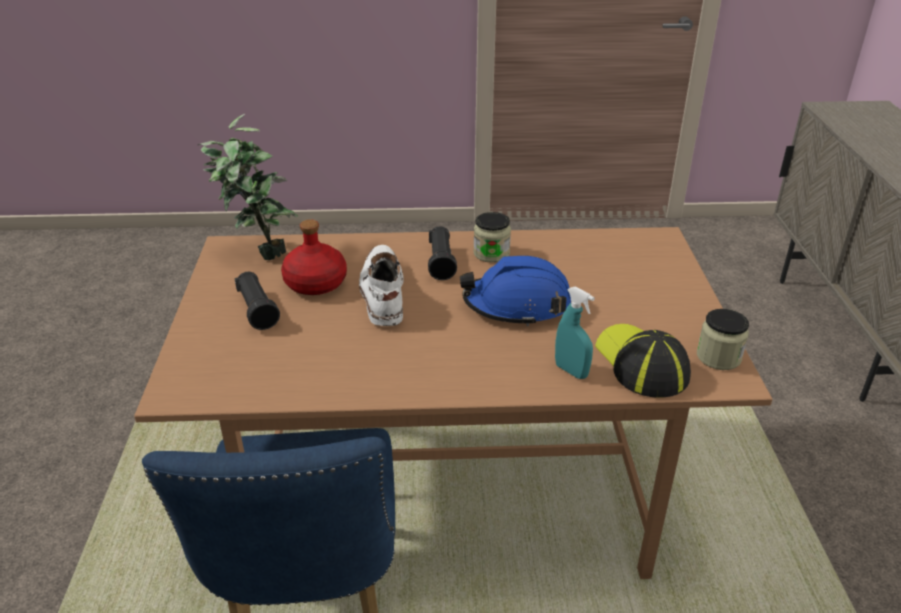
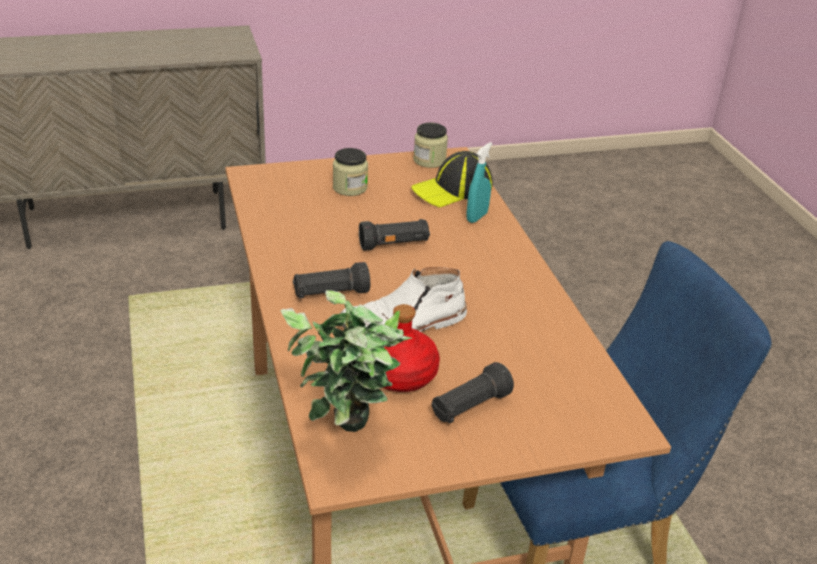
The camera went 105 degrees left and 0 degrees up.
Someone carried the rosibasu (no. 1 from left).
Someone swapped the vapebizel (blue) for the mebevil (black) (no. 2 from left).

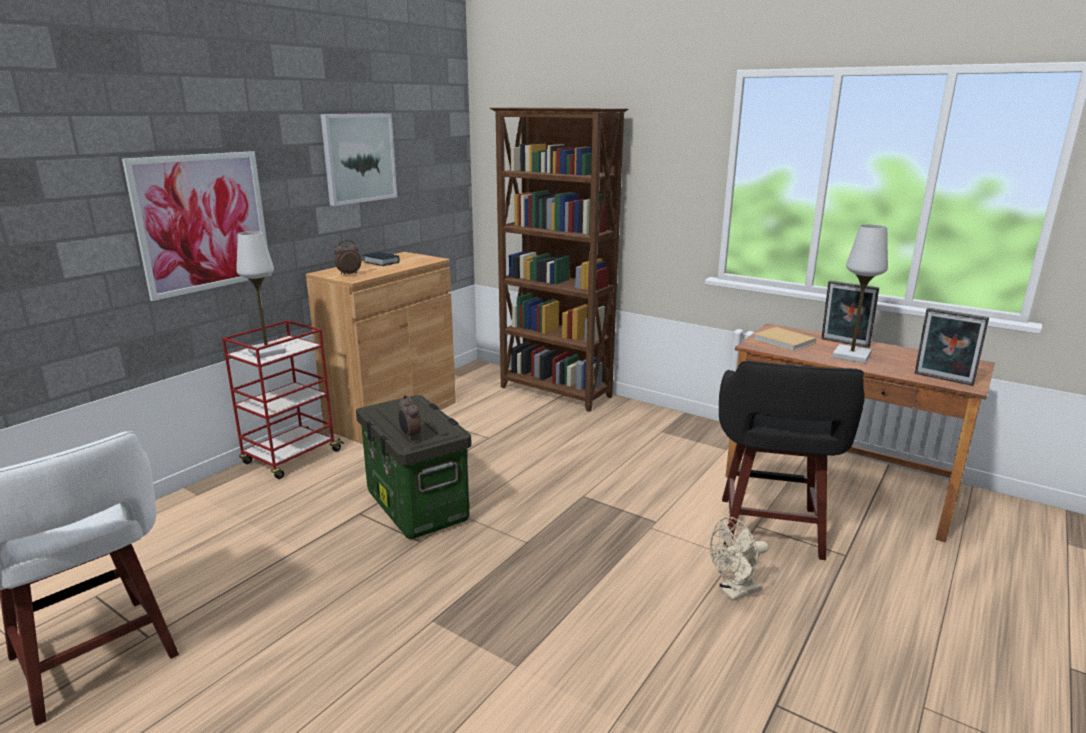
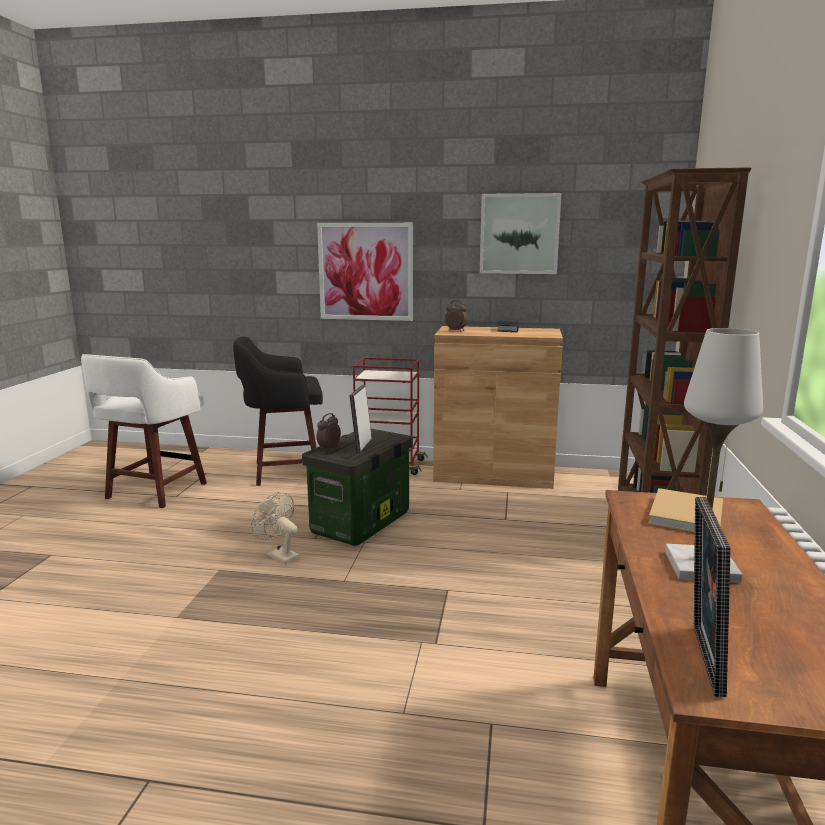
The camera went 65 degrees right and 5 degrees down.
Someone took away the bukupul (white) (no. 1 from left).
Someone carried the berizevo (no. 1 from left).
Someone carried the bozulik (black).
Someone carried the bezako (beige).

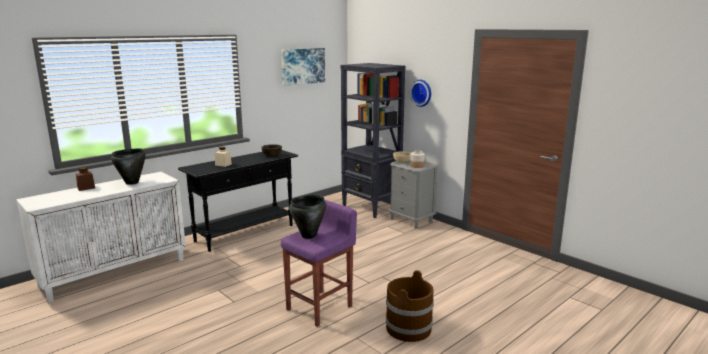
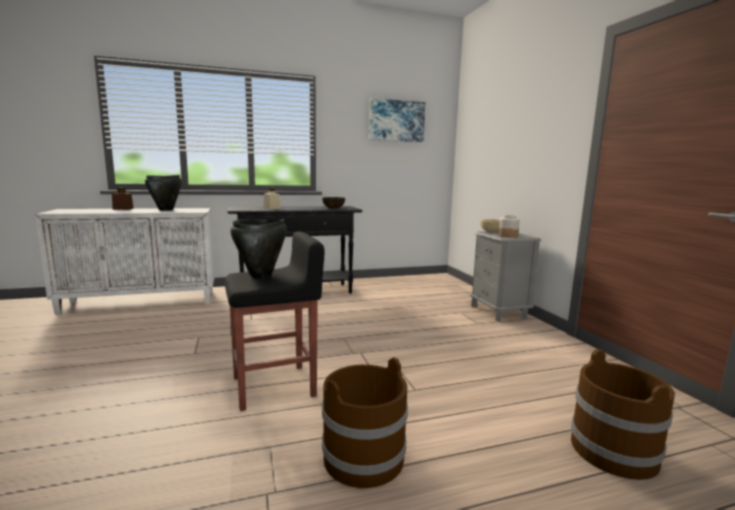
The camera went 25 degrees right and 5 degrees down.
Someone took away the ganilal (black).
Someone took away the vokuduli.
Someone repainted the bozulik (purple), which became the bozulik (black).
Someone put down the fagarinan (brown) (no. 2 from left).

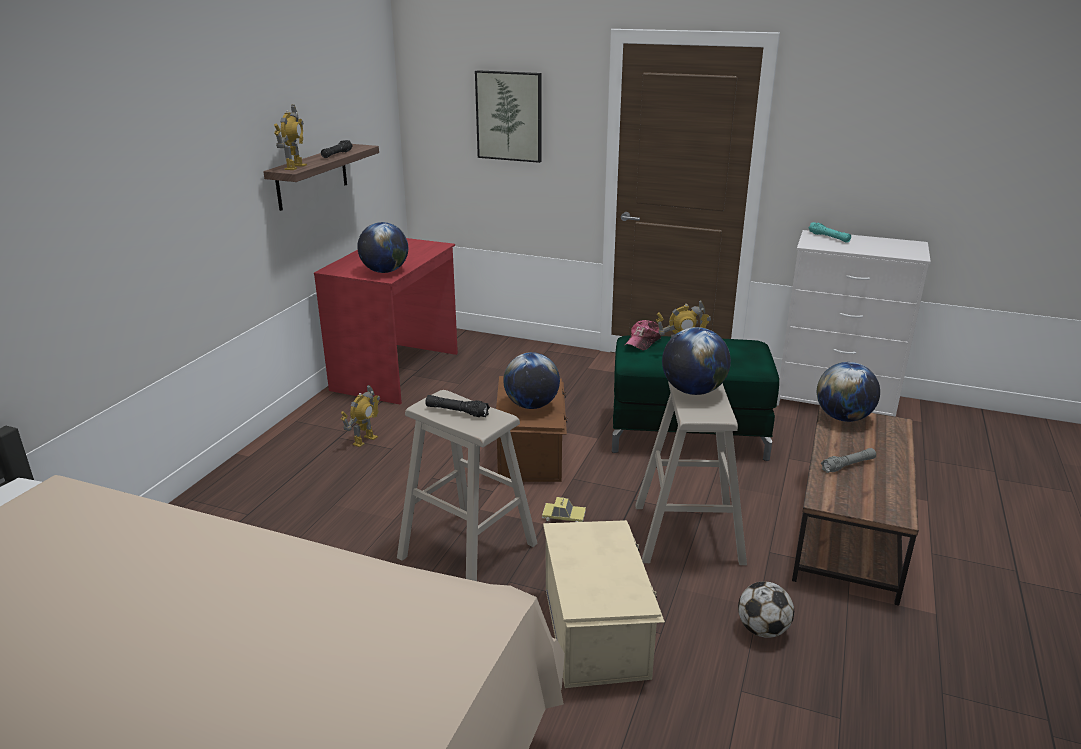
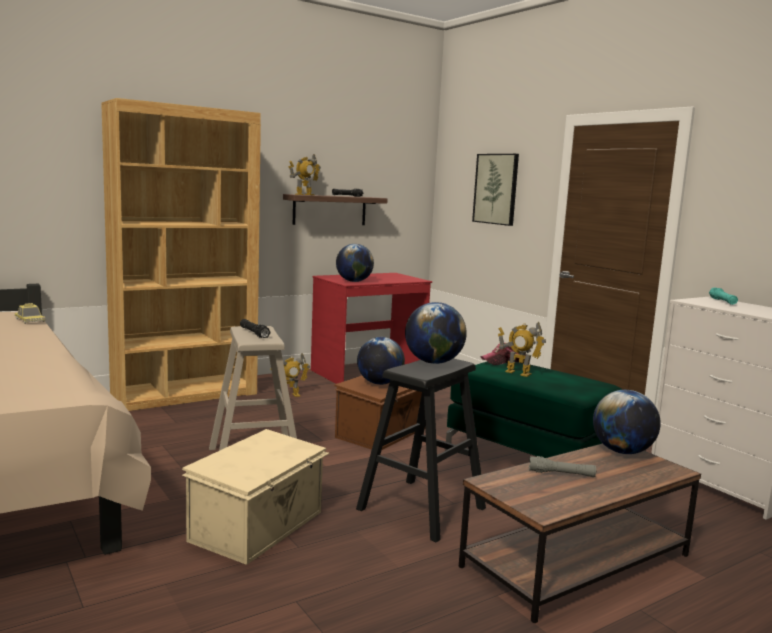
The camera went 35 degrees right and 15 degrees down.
Someone repainted the bozulik (beige) (no. 2 from left), which became the bozulik (black).
Someone carried the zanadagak.
Someone took away the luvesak.
Someone put down the ganilal (brown).

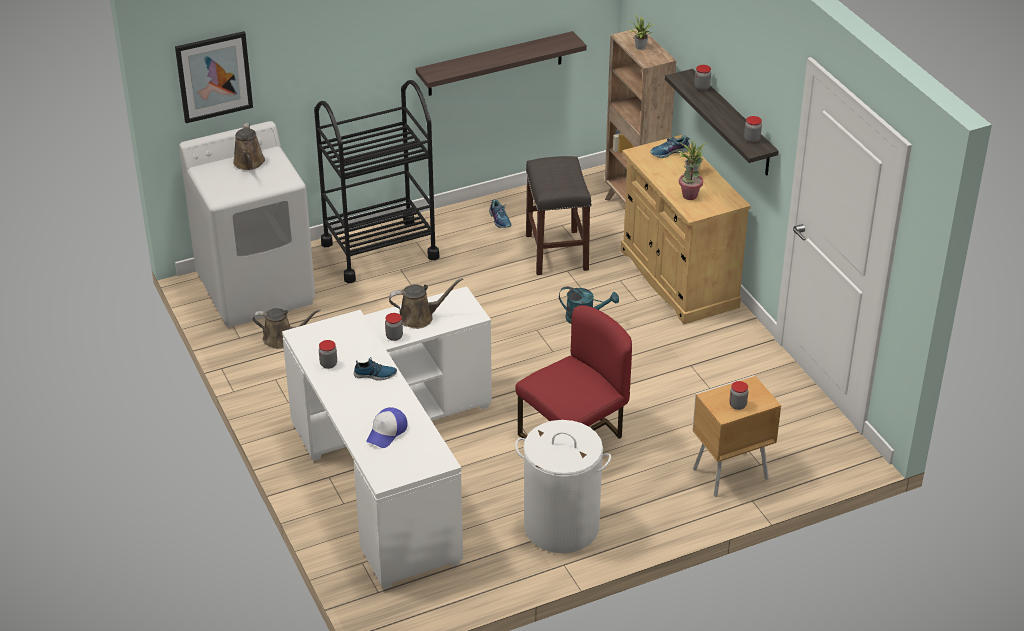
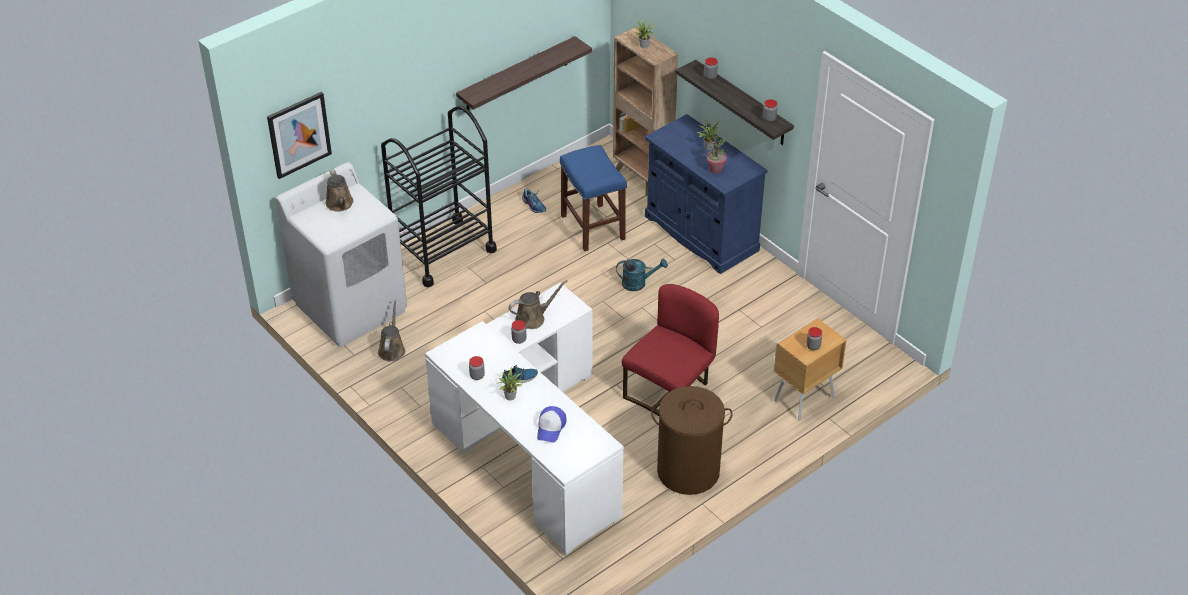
The camera went 15 degrees left and 5 degrees up.
Someone repainted the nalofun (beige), which became the nalofun (blue).
Someone took away the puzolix (no. 3 from left).
Someone repainted the bozulik (grey), which became the bozulik (blue).
Someone rotated the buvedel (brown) (no. 2 from left) by 75 degrees counterclockwise.
Someone repainted the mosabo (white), which became the mosabo (brown).
Someone put down the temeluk (no. 1 from left).

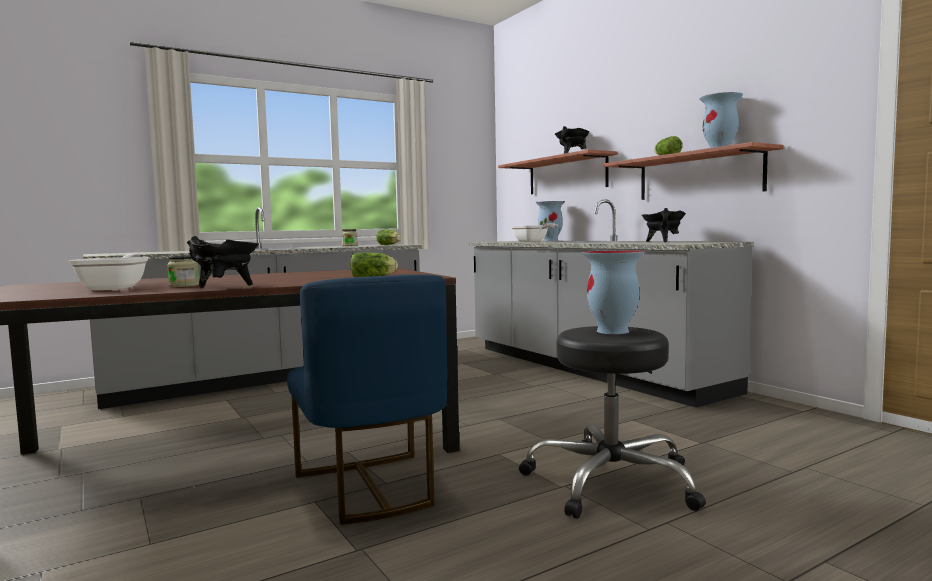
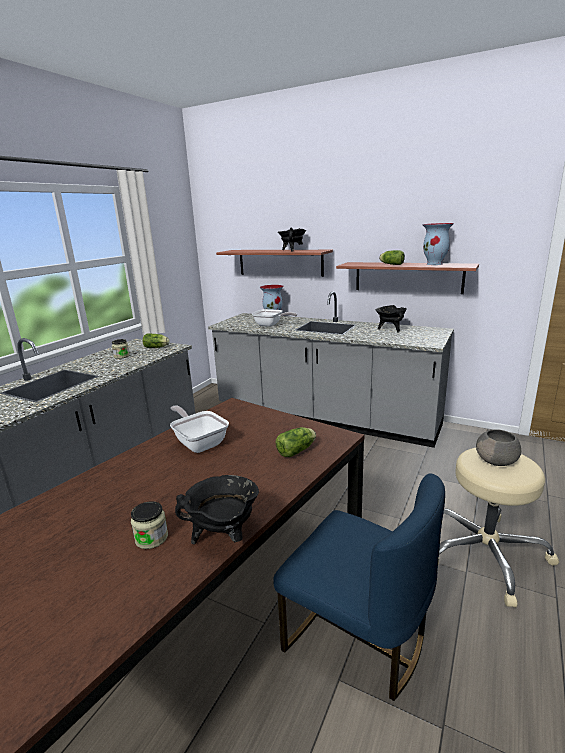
The camera went 30 degrees left and 15 degrees up.
Someone swapped the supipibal (no. 2 from left) for the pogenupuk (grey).
Someone carried the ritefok (no. 1 from left).
Someone repainted the bozulik (black), which became the bozulik (beige).

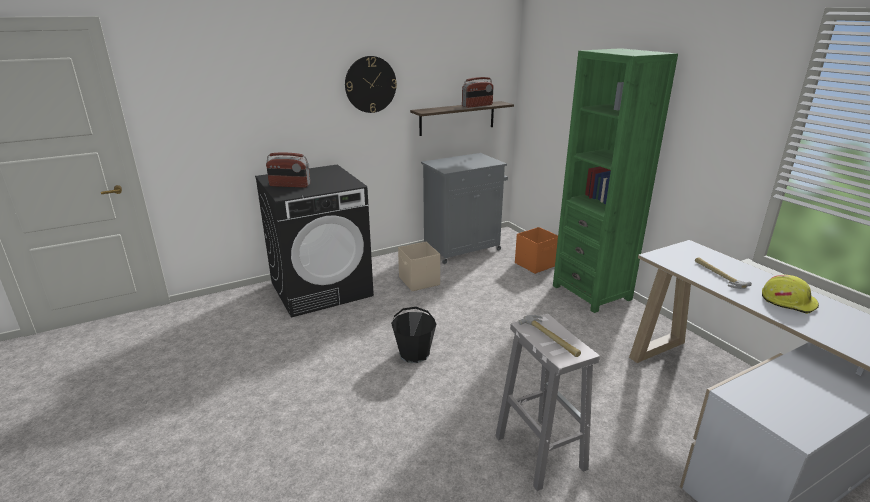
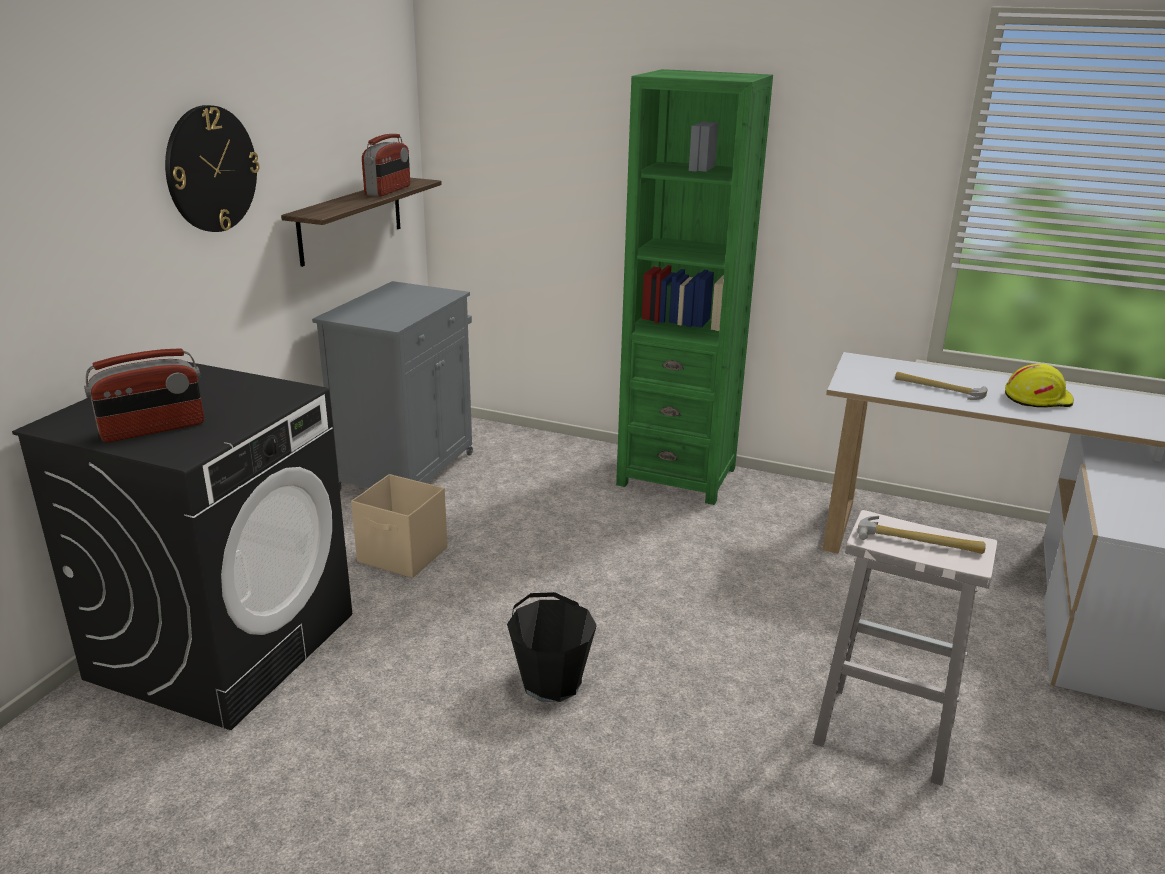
The camera went 40 degrees left and 0 degrees up.
Someone took away the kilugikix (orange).

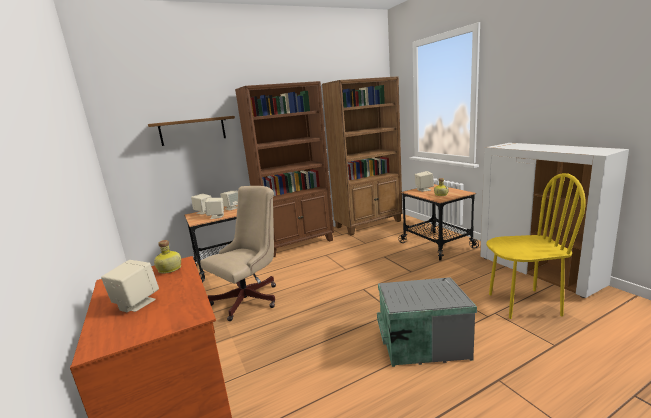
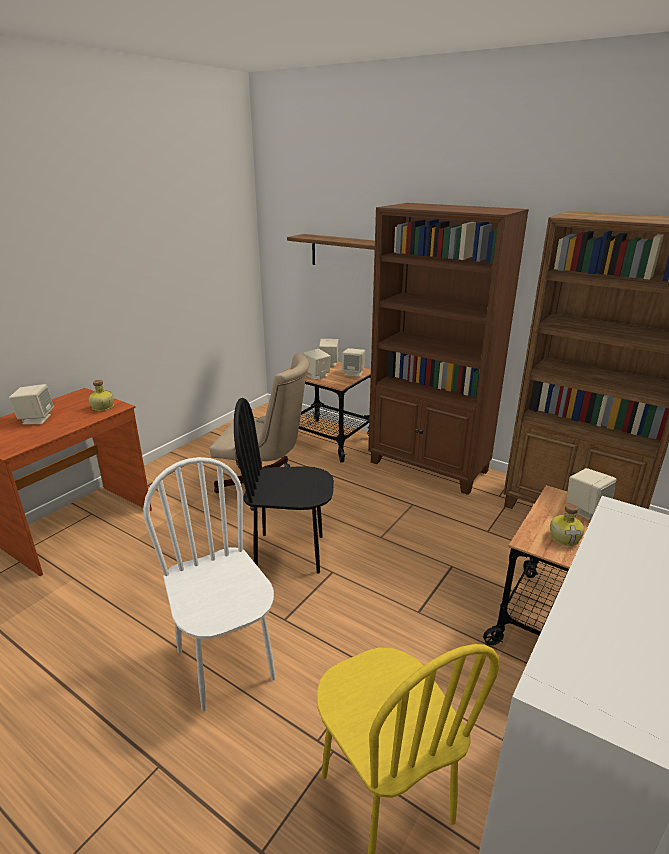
The camera went 60 degrees right and 10 degrees up.
Someone swapped the kilugikix (grey) for the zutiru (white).
Someone put down the zutiru (black).

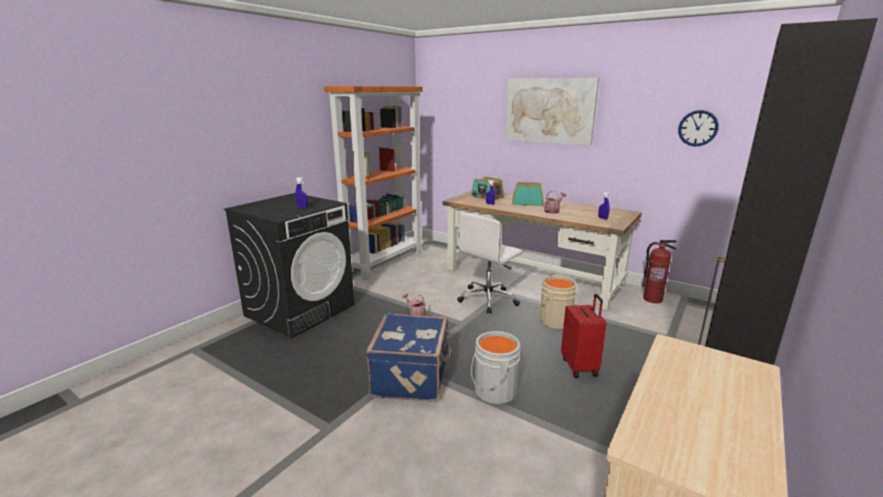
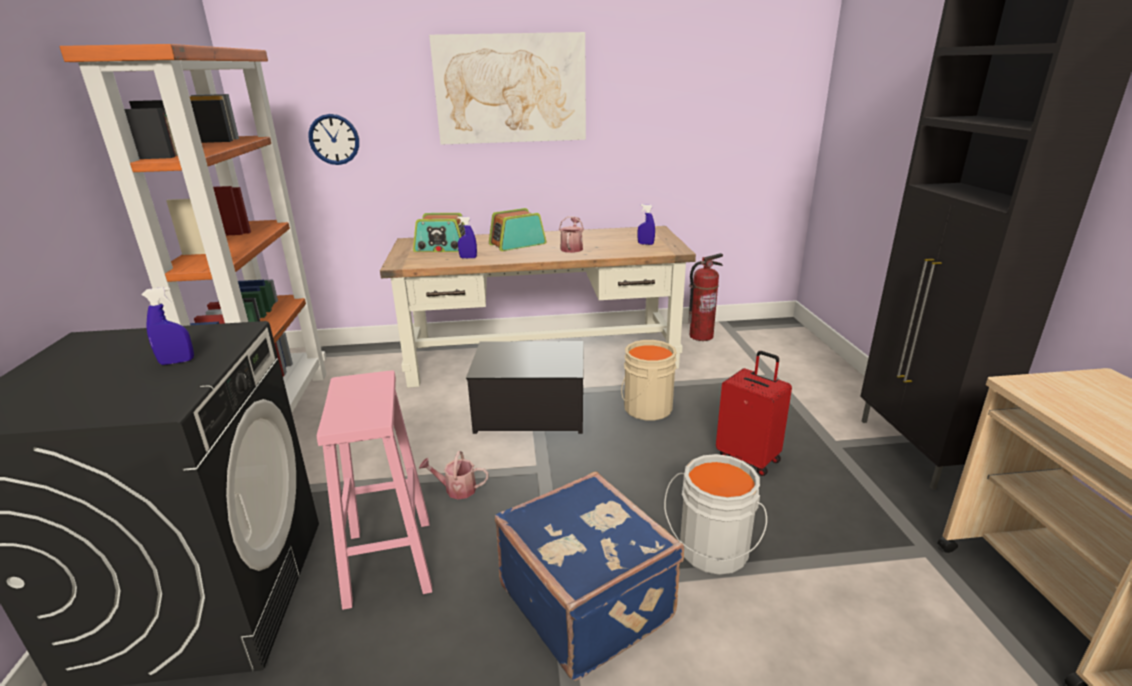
The camera went 40 degrees left and 5 degrees up.
Someone carried the vokuduli.
Someone swapped the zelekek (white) for the kilugikix.
Someone put down the bozulik (pink).

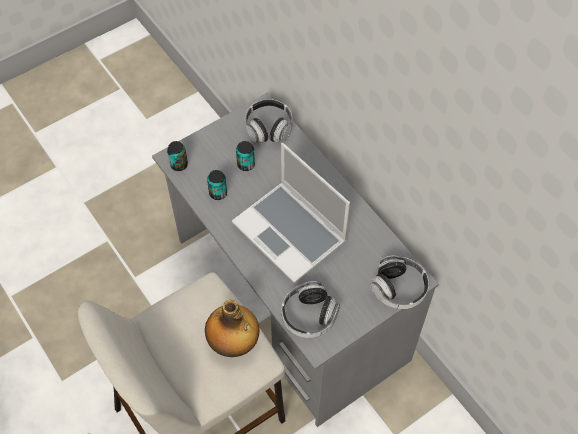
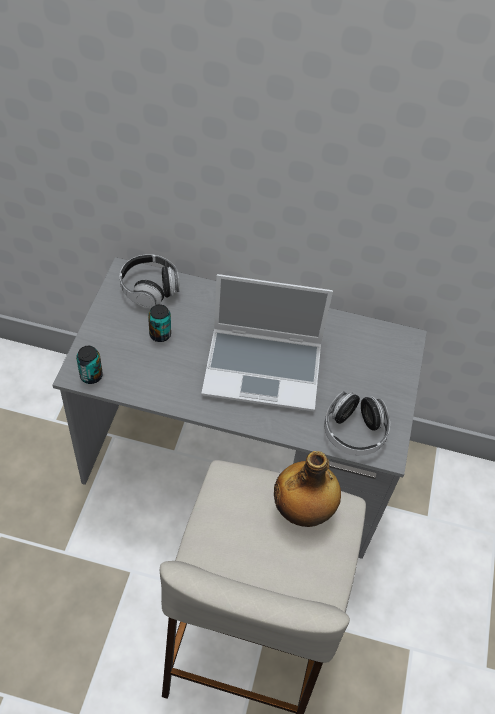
The camera went 45 degrees left and 5 degrees down.
Someone took away the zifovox (no. 2 from left).
Someone took away the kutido (no. 3 from left).

